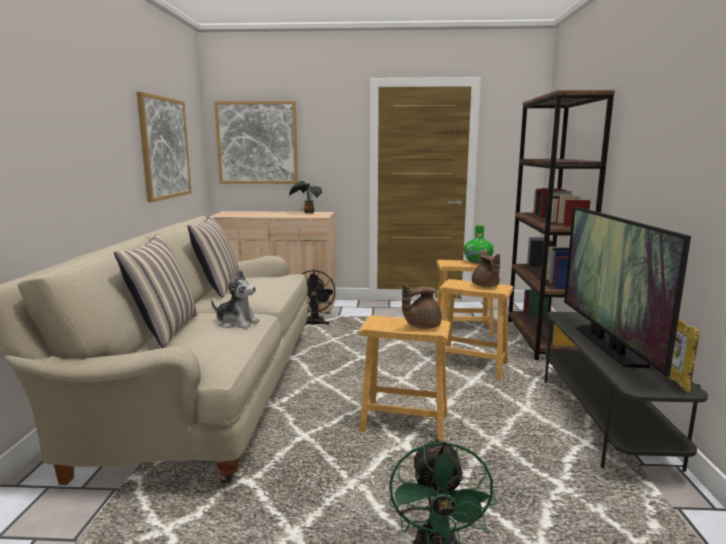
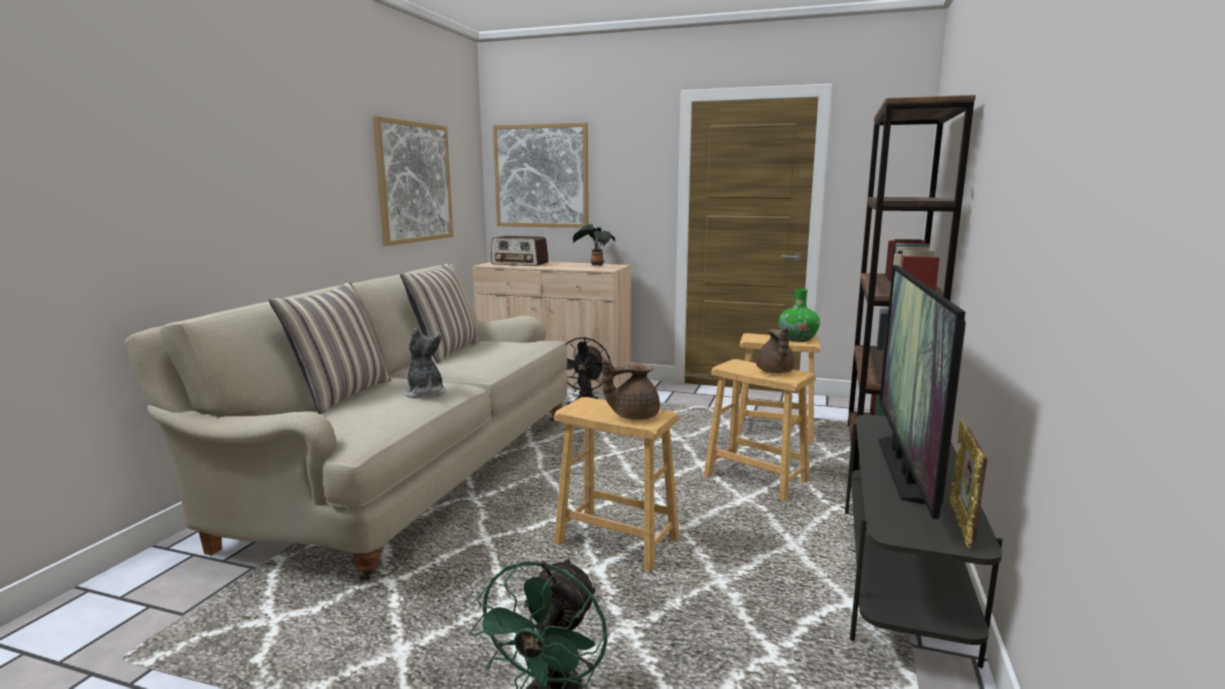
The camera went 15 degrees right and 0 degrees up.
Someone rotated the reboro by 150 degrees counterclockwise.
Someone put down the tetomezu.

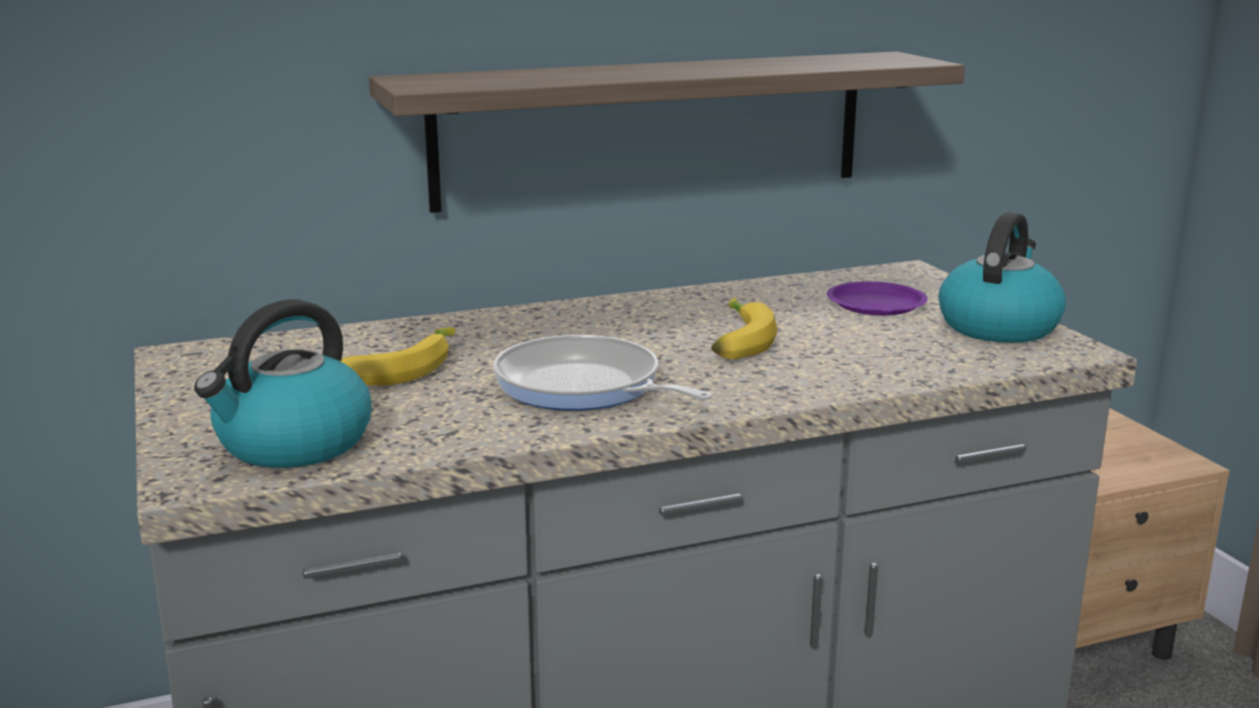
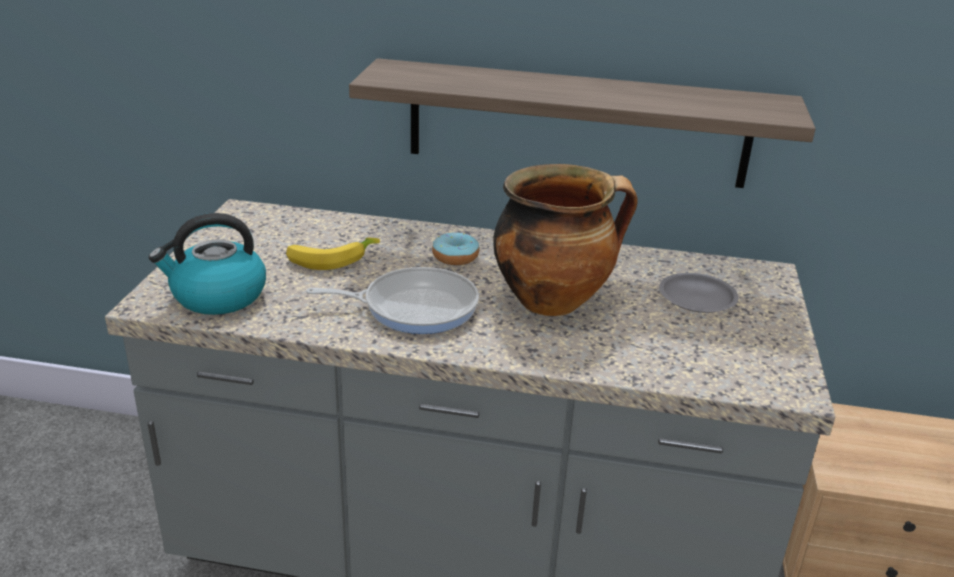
The camera went 30 degrees right and 10 degrees up.
Someone took away the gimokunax (no. 2 from left).
Someone repainted the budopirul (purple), which became the budopirul (grey).
Someone swapped the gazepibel (no. 2 from left) for the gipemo.
Someone rotated the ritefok by 105 degrees clockwise.
Someone put down the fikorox.

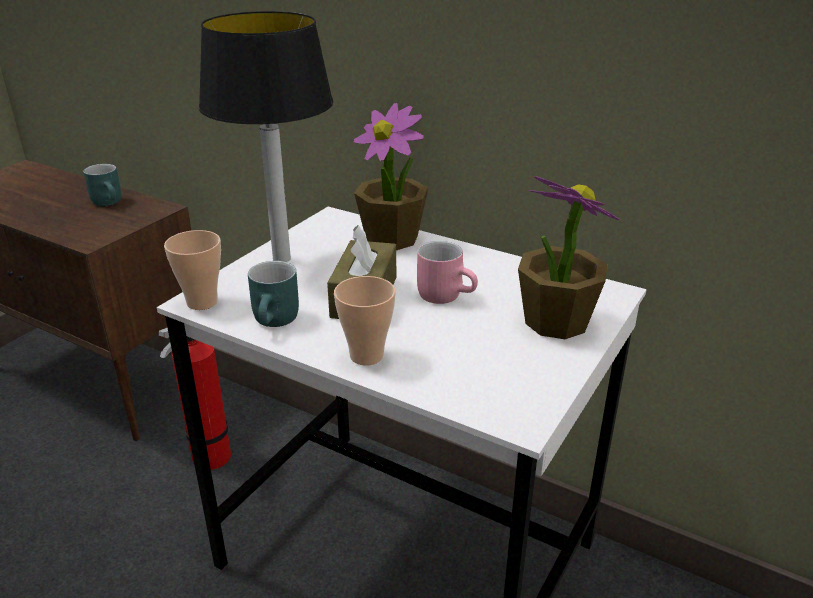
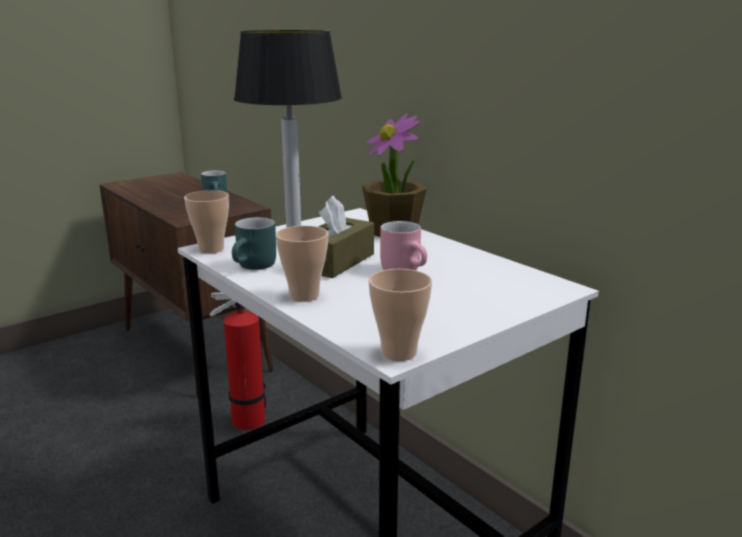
The camera went 20 degrees right and 10 degrees down.
Someone took away the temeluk (no. 2 from left).
Someone put down the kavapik (no. 3 from left).

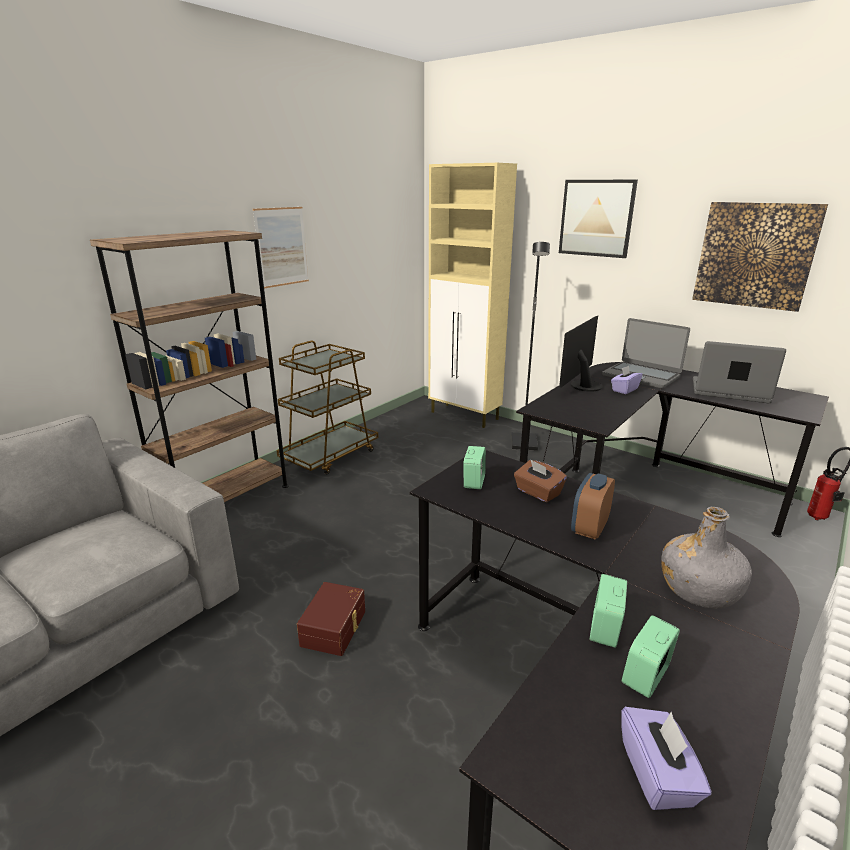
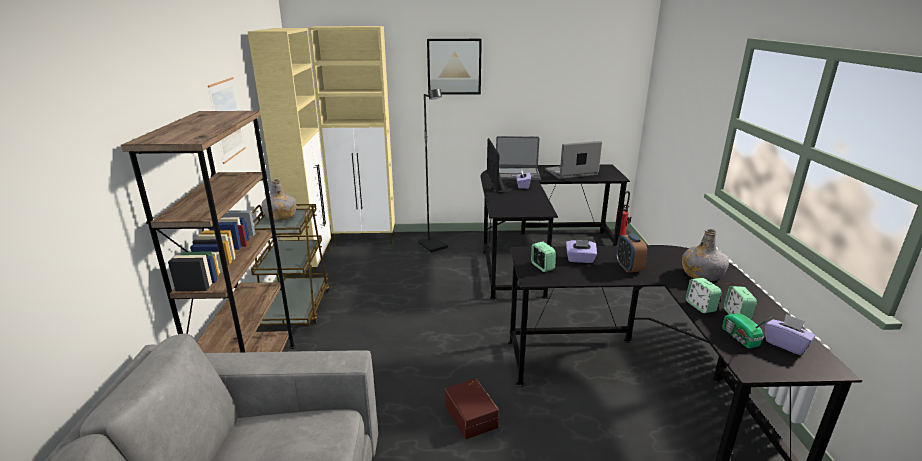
The camera went 40 degrees left and 0 degrees up.
Someone took away the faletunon (no. 3 from left).
Someone repainted the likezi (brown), which became the likezi (purple) (no. 2 from left).
Someone put down the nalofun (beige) (no. 1 from left).
Someone put down the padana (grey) (no. 1 from left).
Someone put down the tetomezu.

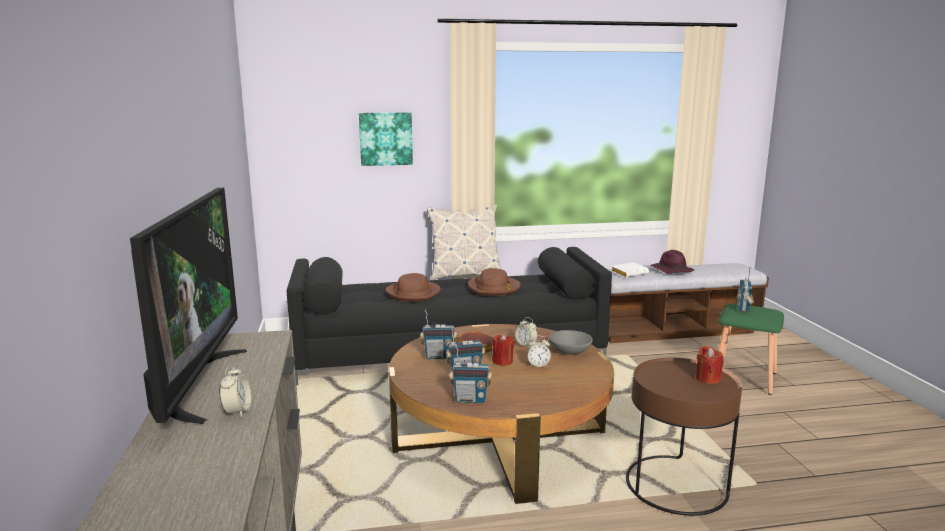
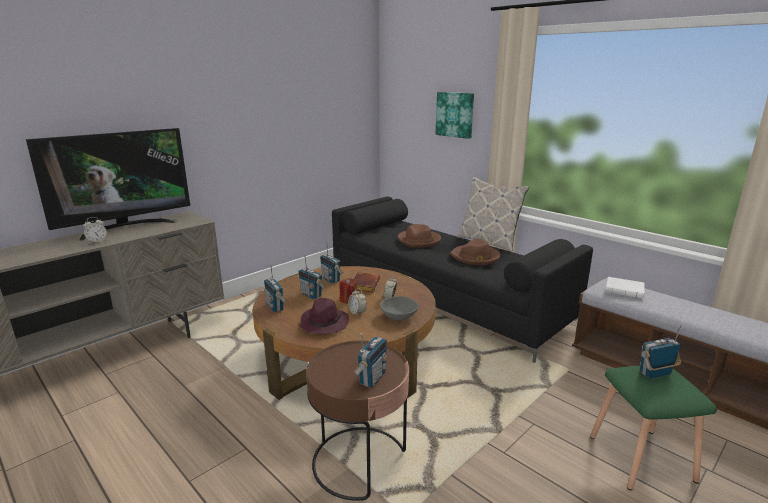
The camera went 55 degrees right and 5 degrees up.
Someone carried the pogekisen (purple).
Someone swapped the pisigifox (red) (no. 2 from left) for the tetomezu (no. 4 from left).

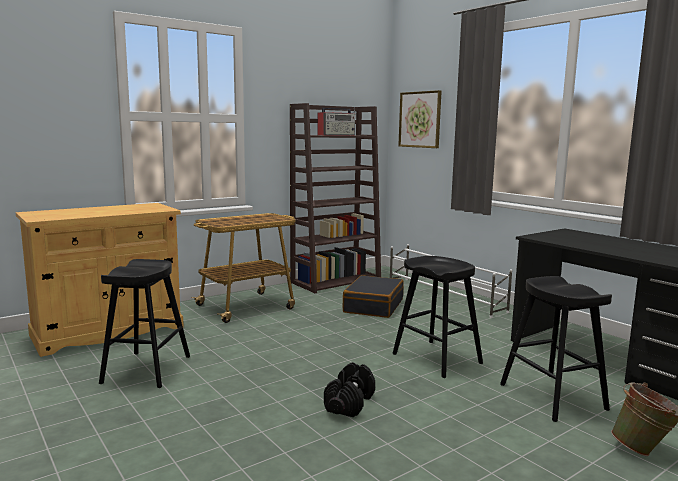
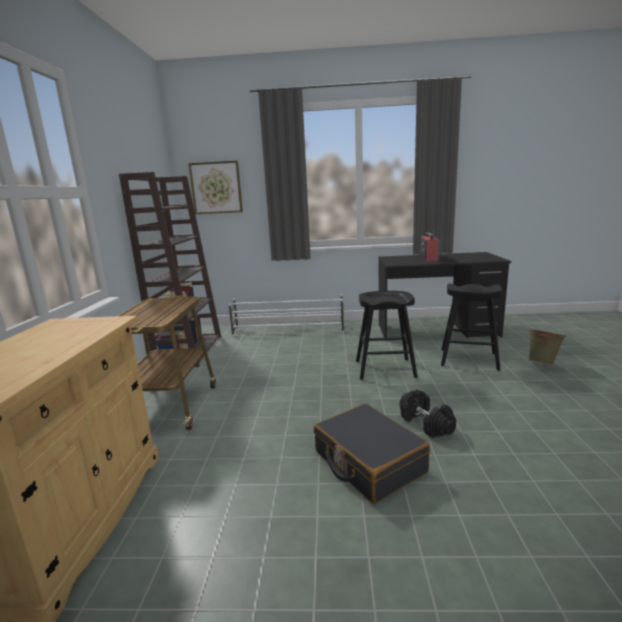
The camera went 50 degrees left and 5 degrees up.
Someone carried the tetomezu.
Someone took away the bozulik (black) (no. 1 from left).
Someone carried the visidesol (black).

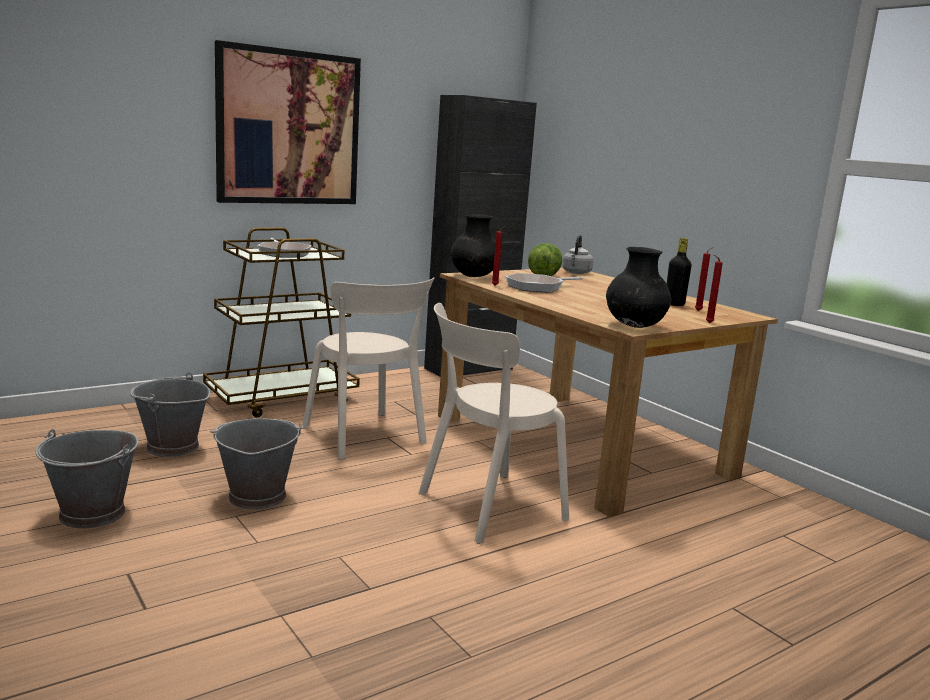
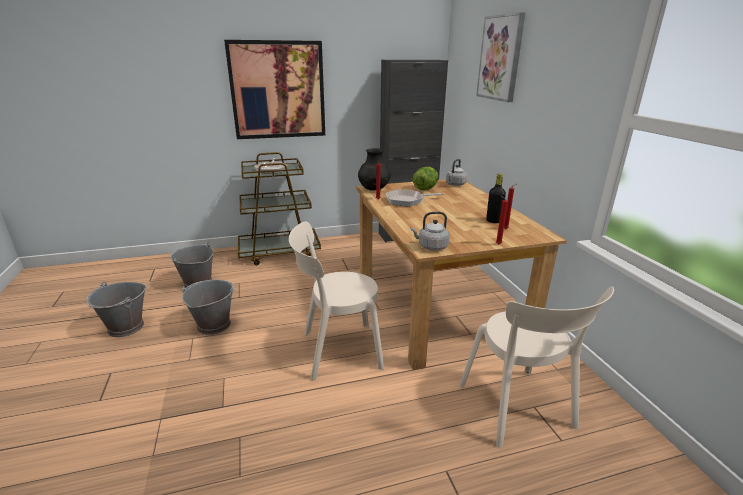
The camera went 20 degrees right and 10 degrees up.
Someone swapped the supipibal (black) (no. 2 from left) for the gimokunax (grey) (no. 1 from left).
Someone carried the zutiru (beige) (no. 1 from left in the first image).
Someone put up the faletunon (no. 2 from left).

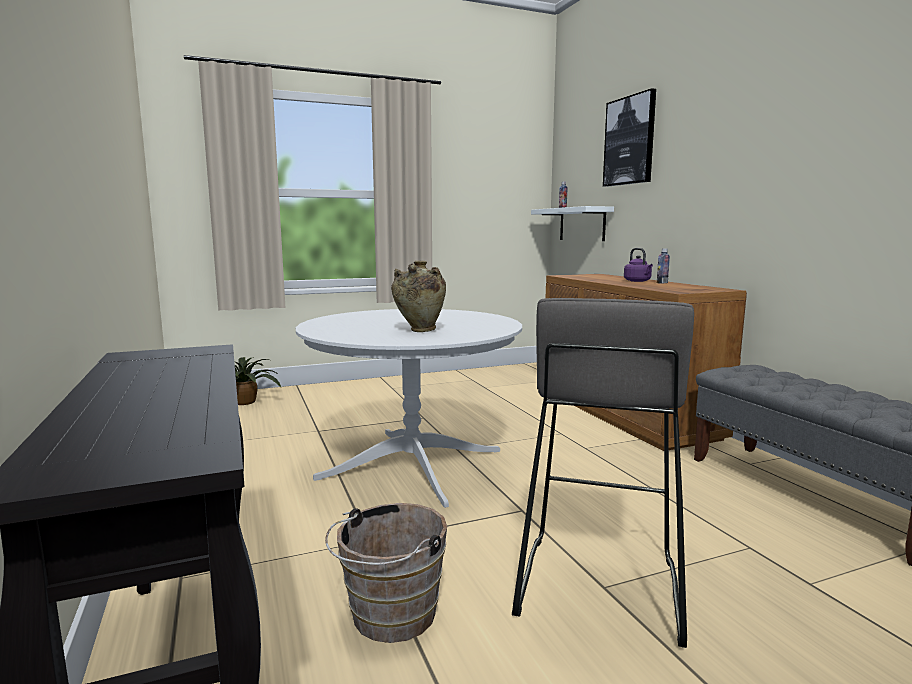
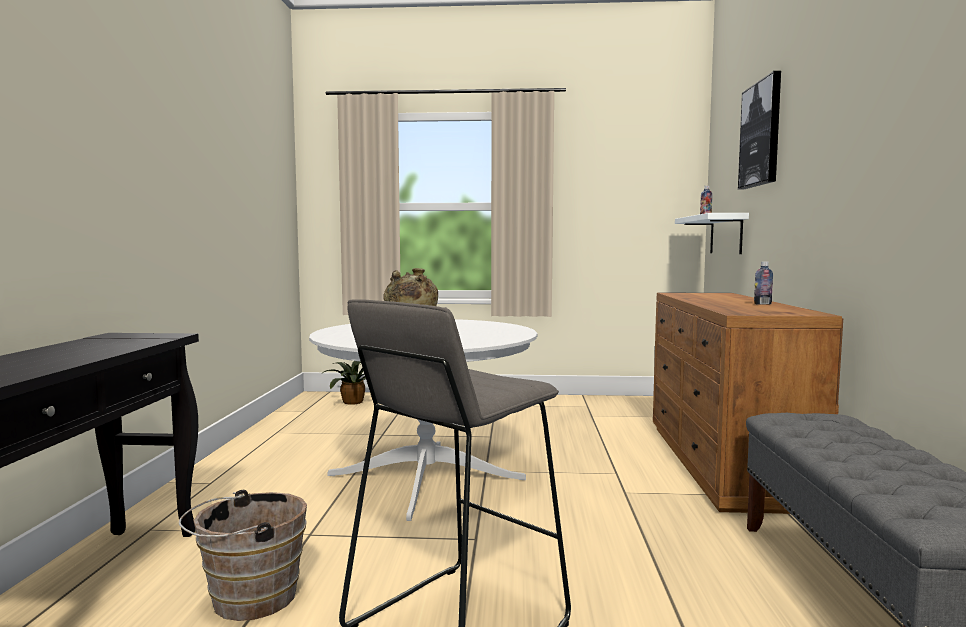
The camera went 25 degrees right and 5 degrees down.
Someone took away the gimokunax (purple).

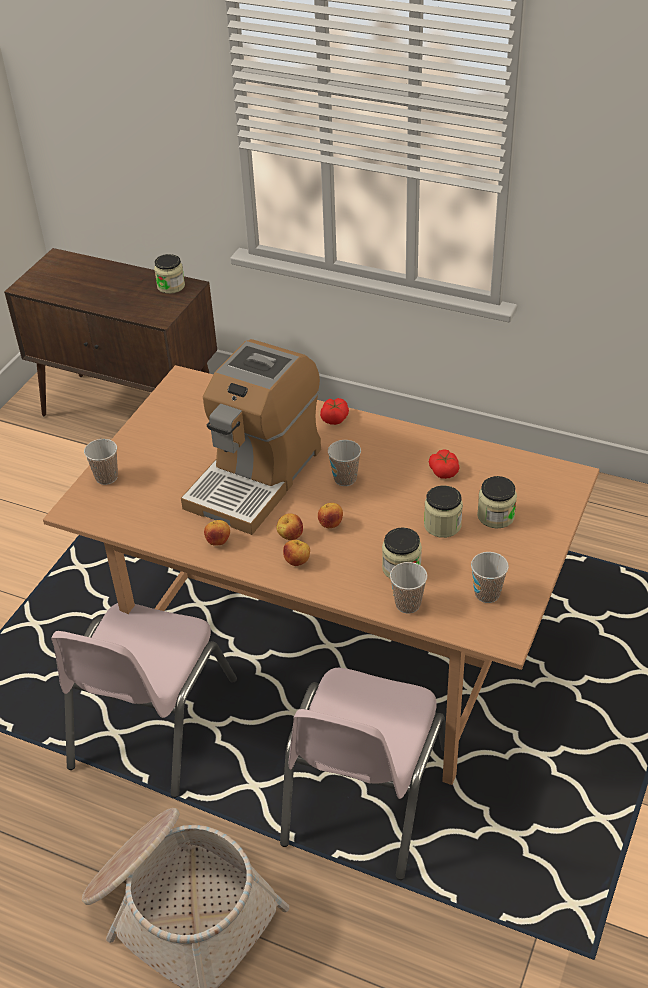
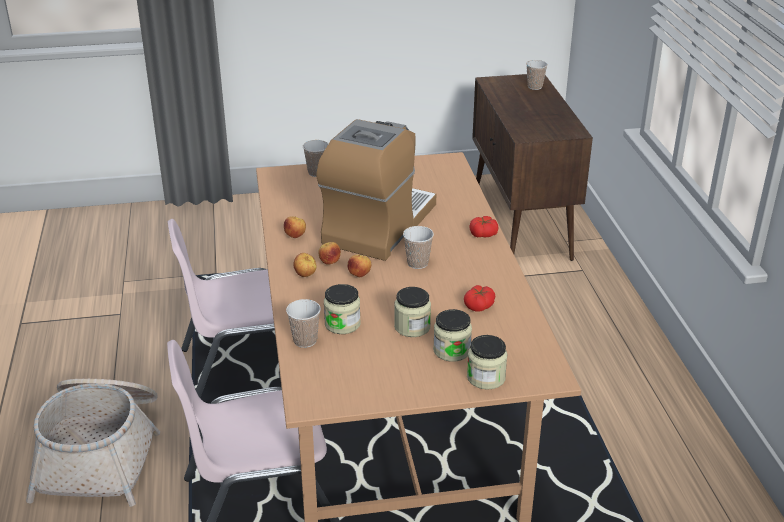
The camera went 55 degrees right and 10 degrees down.
Someone carried the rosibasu (no. 1 from left in the first image).
Someone rotated the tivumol by 120 degrees clockwise.
Someone carried the kavapik (no. 4 from left).

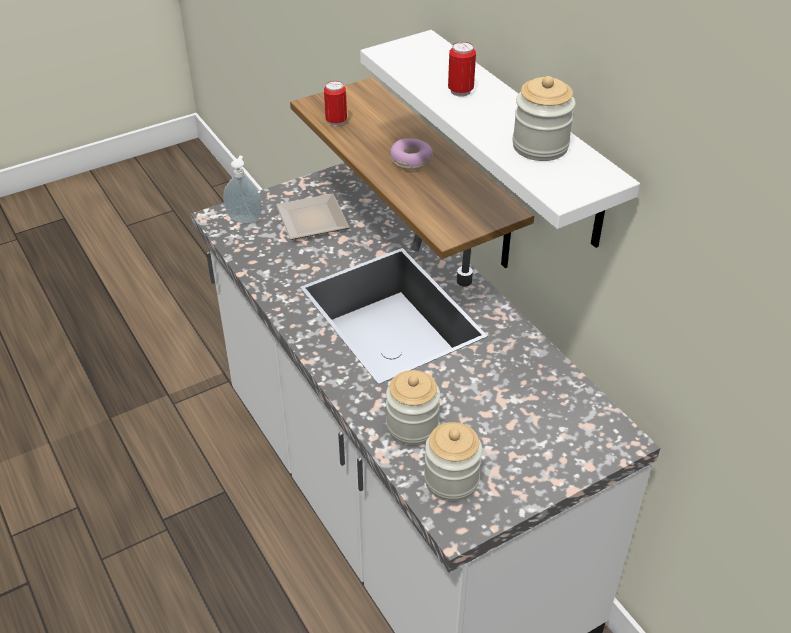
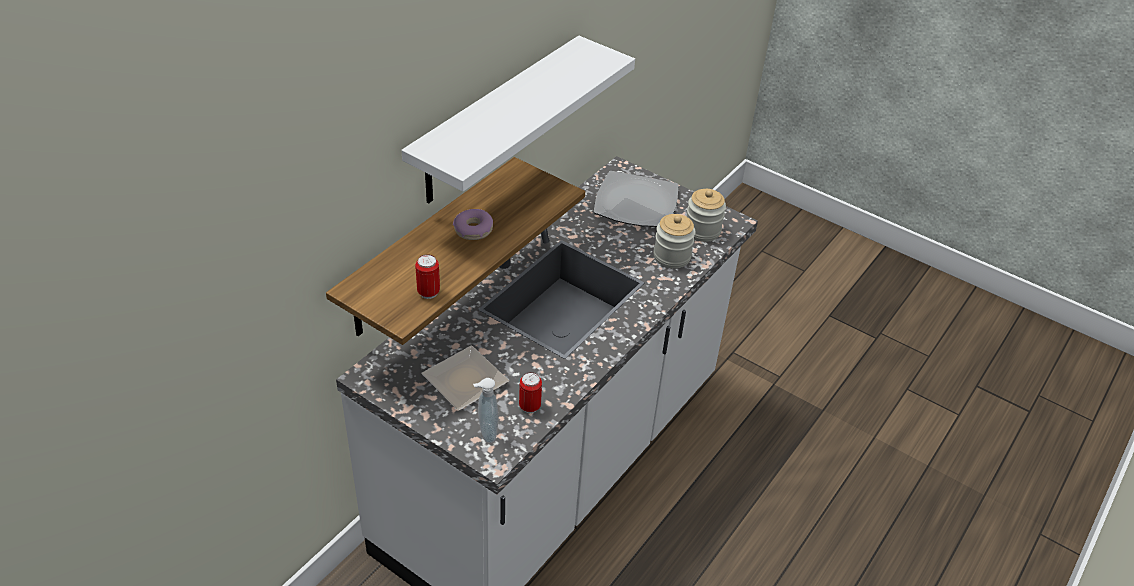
The camera went 115 degrees left and 0 degrees up.
Someone carried the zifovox (no. 2 from left).
Someone took away the rosibasu (no. 3 from left).
Someone put down the budopirul (no. 2 from left).

